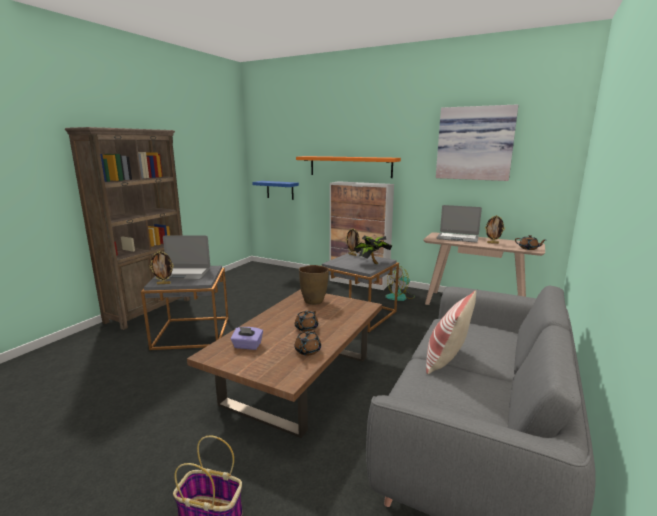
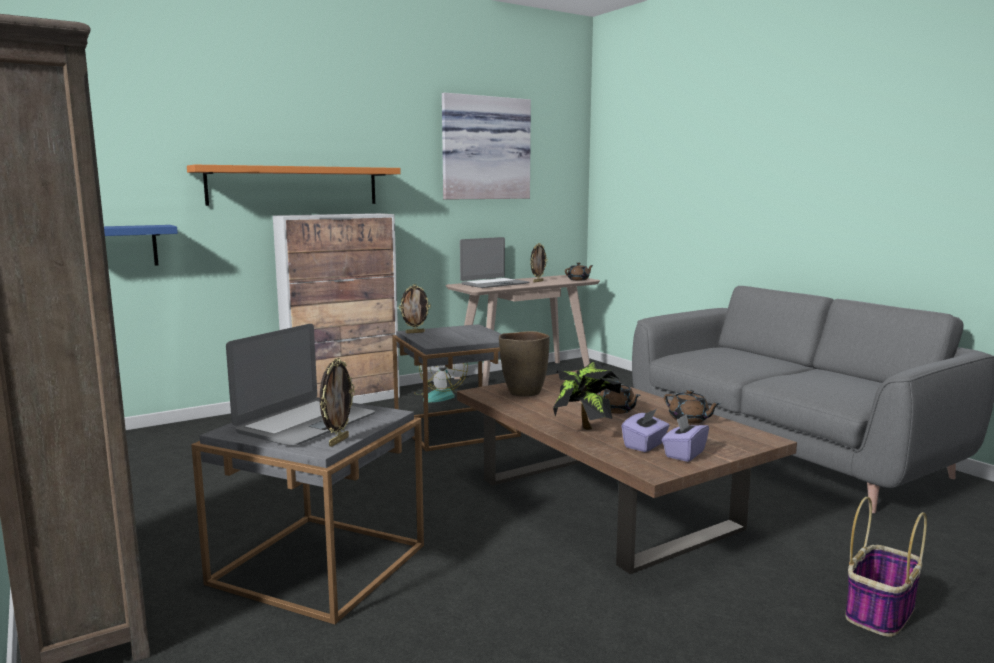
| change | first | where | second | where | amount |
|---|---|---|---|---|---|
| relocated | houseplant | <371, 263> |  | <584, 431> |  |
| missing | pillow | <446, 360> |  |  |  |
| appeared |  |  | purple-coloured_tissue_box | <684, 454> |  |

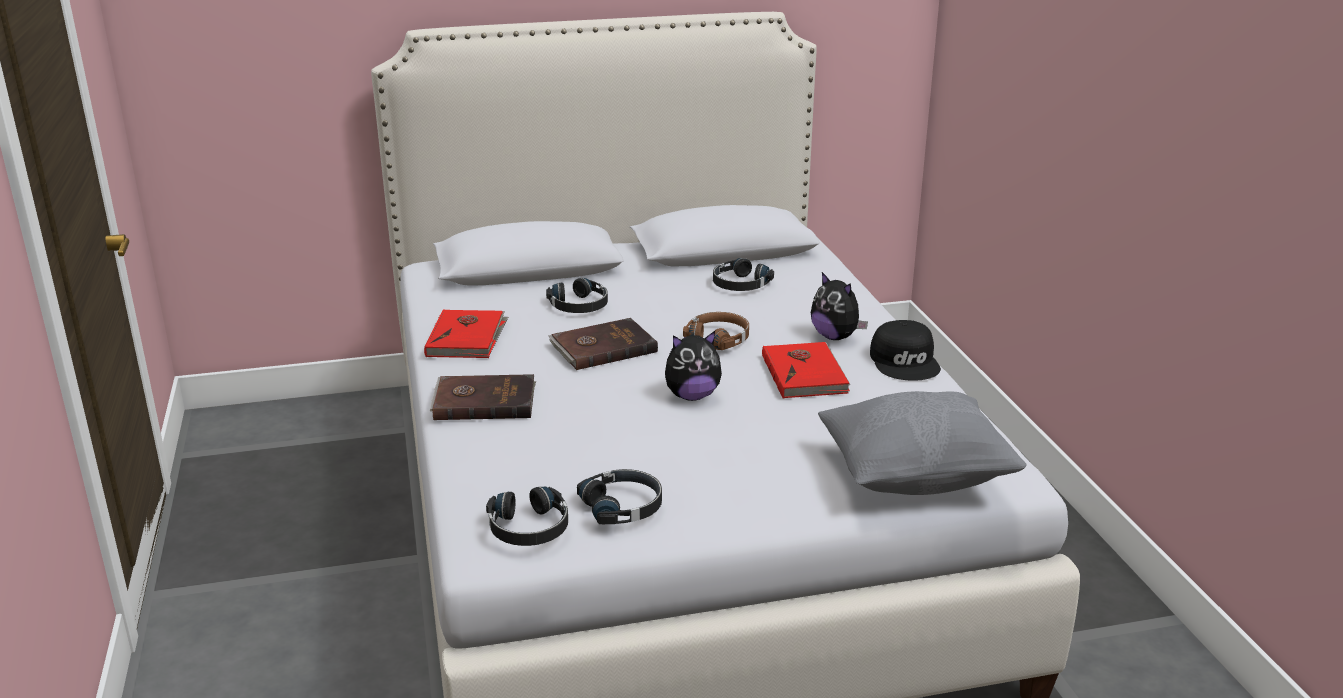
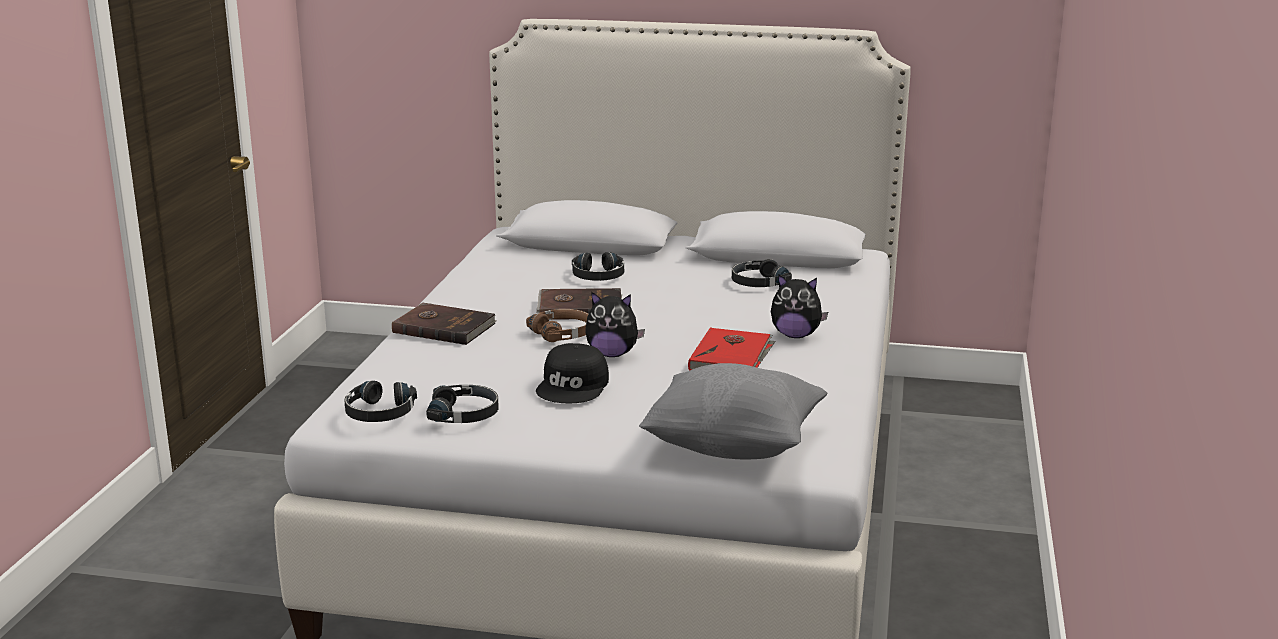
| change | first | where | second | where | amount |
|---|---|---|---|---|---|
| spun | cuddly_toy | <835, 337> |  | <796, 335> | 60 degrees counterclockwise |
| missing | red-coloured_book | <467, 338> |  |  |  |
| relocated | brown_pair_of_headphones | <719, 338> |  | <563, 333> |  |
| relocated | black-coloured_cap | <905, 361> |  | <574, 386> |  |

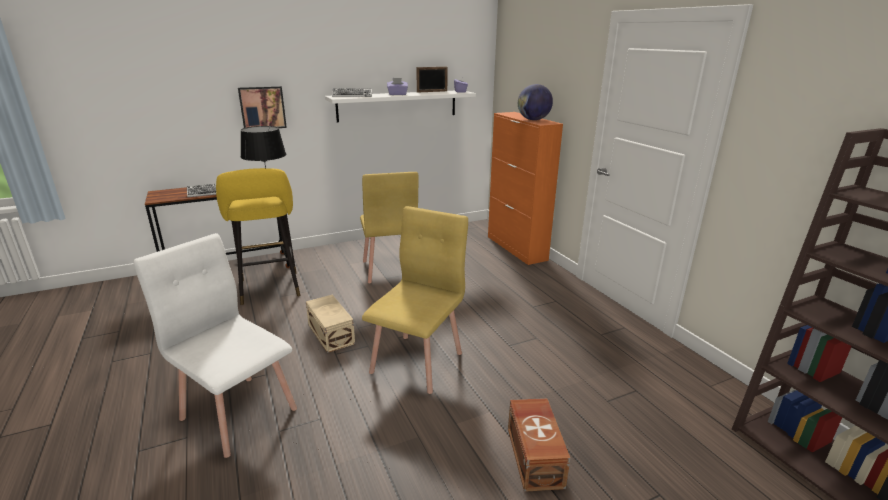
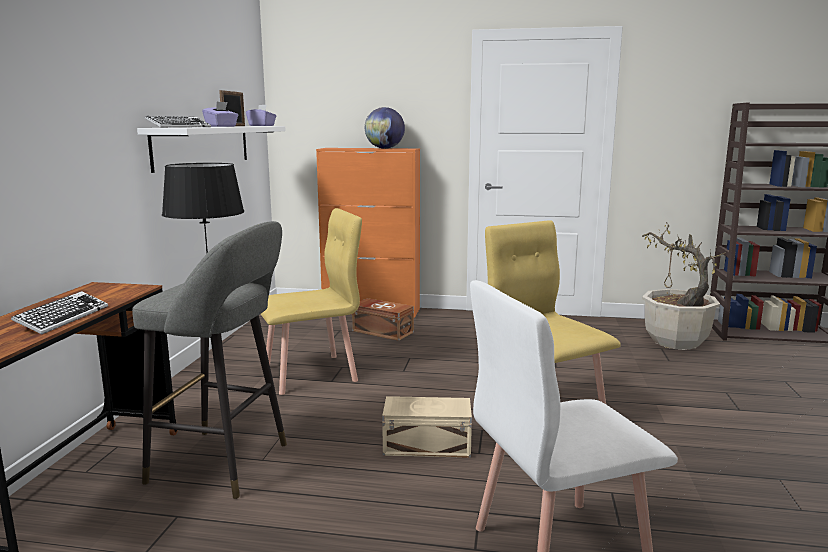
| change | first | where | second | where | amount |
|---|---|---|---|---|---|
| missing | wall_picture | <262, 107> |  |  |  |
| colour | yellow_stool_seat | <270, 290> | gray_stool_seat | <226, 464> |  |
| spun | yellow_upright_chair | <389, 269> |  | <311, 374> | 45 degrees counterclockwise |
| relocated | brown_storage_box | <535, 455> |  | <382, 331> |  |
| appeared |  |  | houseplant | <675, 342> |  |

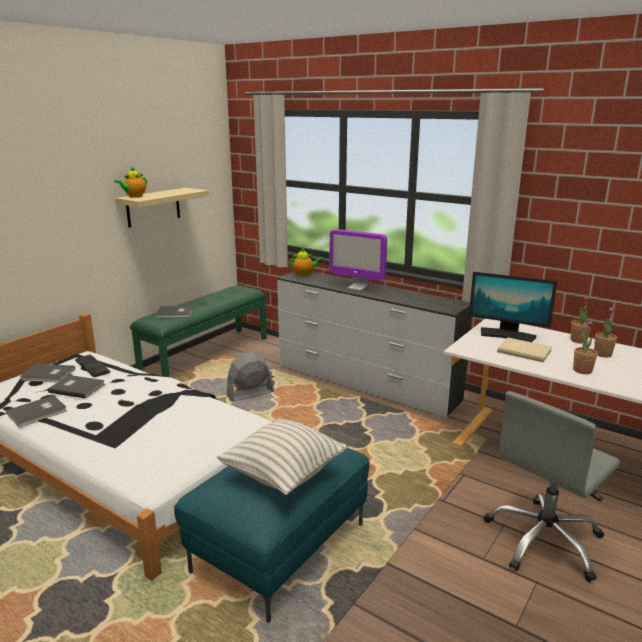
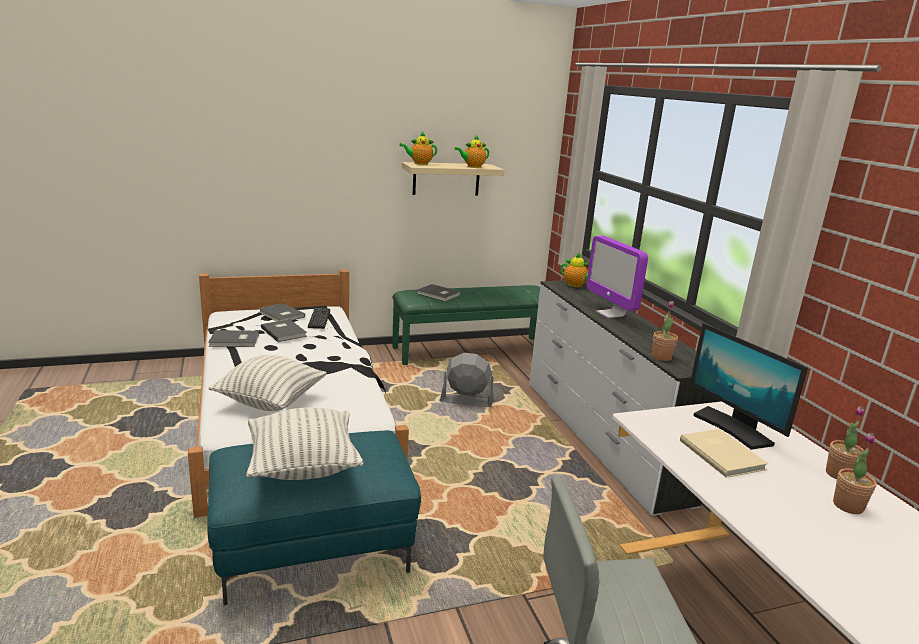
| change | first | where | second | where | amount |
|---|---|---|---|---|---|
| relocated | houseplant | <582, 370> |  | <661, 357> |  |
| appeared |  |  | pot_for_tea | <472, 166> |  |
| appeared |  |  | pillow | <270, 401> |  |

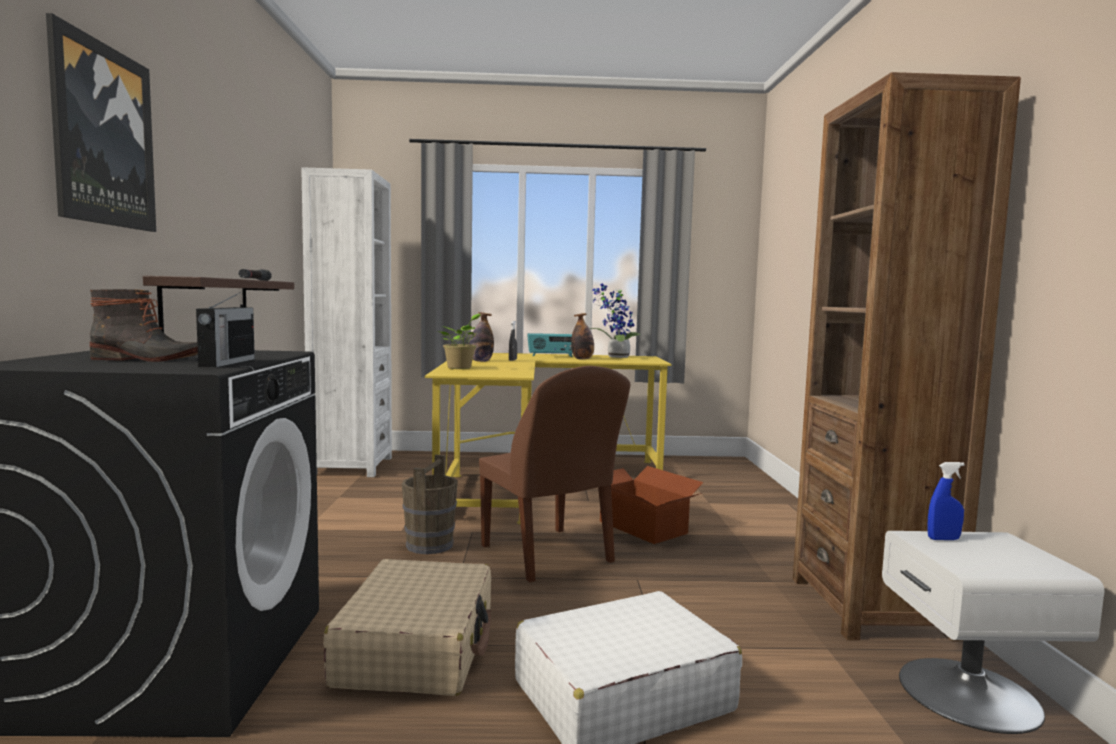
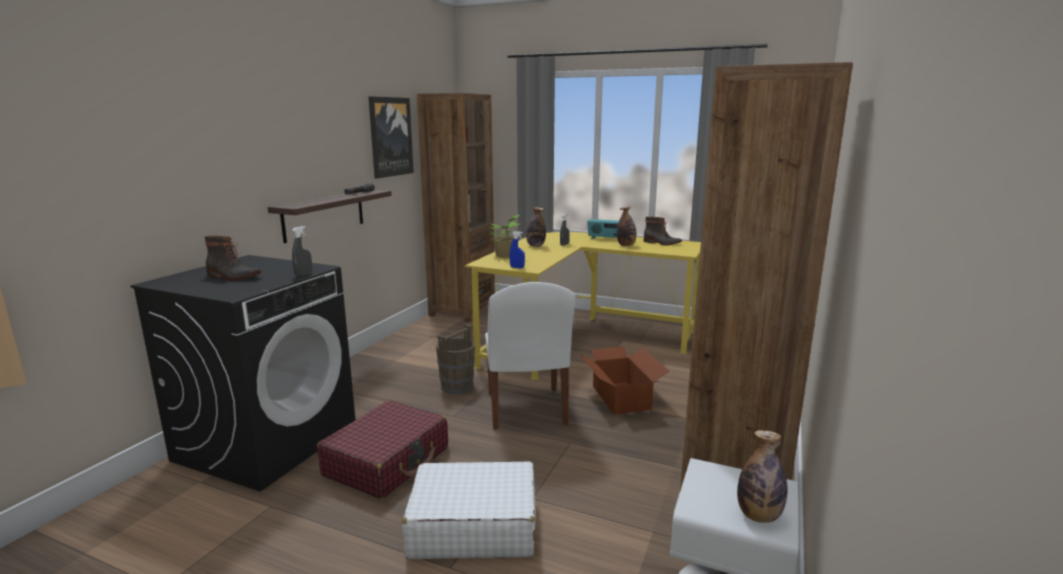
| change | first | where | second | where | amount |
|---|---|---|---|---|---|
| relocated | wall_picture | <102, 135> |  | <390, 137> |  |
| colour | whitish_bookcase | <351, 466> | brown_bookcase | <462, 310> |  |
| exchanged | houseplant | <615, 357> | tall_boot | <661, 243> |  |
| missing | radio_receiver | <226, 363> |  |  |  |
| colour | brown_upright_chair | <548, 556> | whitish_upright_chair | <526, 410> |  |
| relocated | bluish_sprayer | <943, 539> |  | <517, 267> |  |
| colour | beige-coloured_piece_of_luggage | <417, 647> | red-coloured_piece_of_luggage | <387, 461> |  |
| appeared |  |  | gray_sprayer | <303, 274> |  |
| appeared |  |  | beverage_bottle | <758, 516> |  |

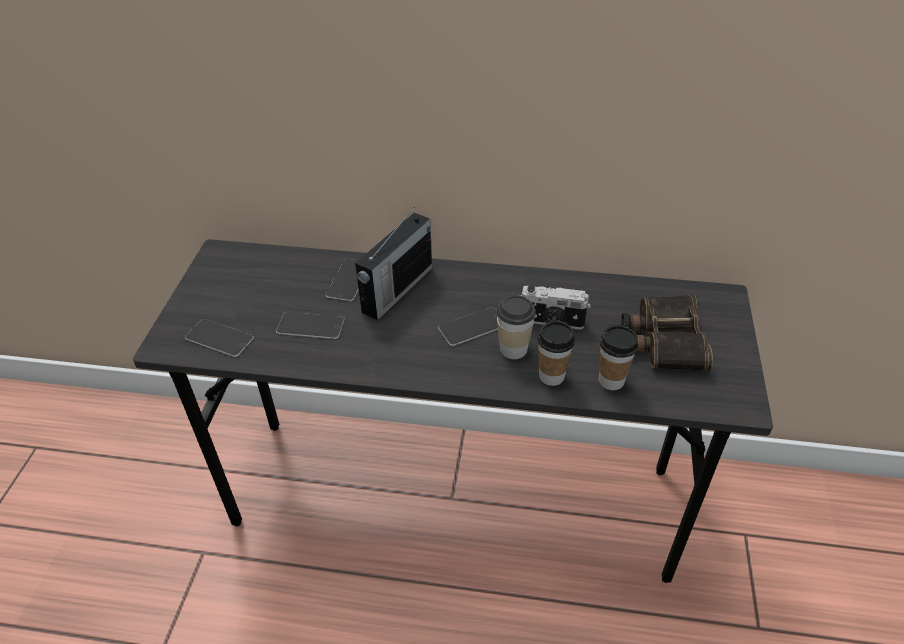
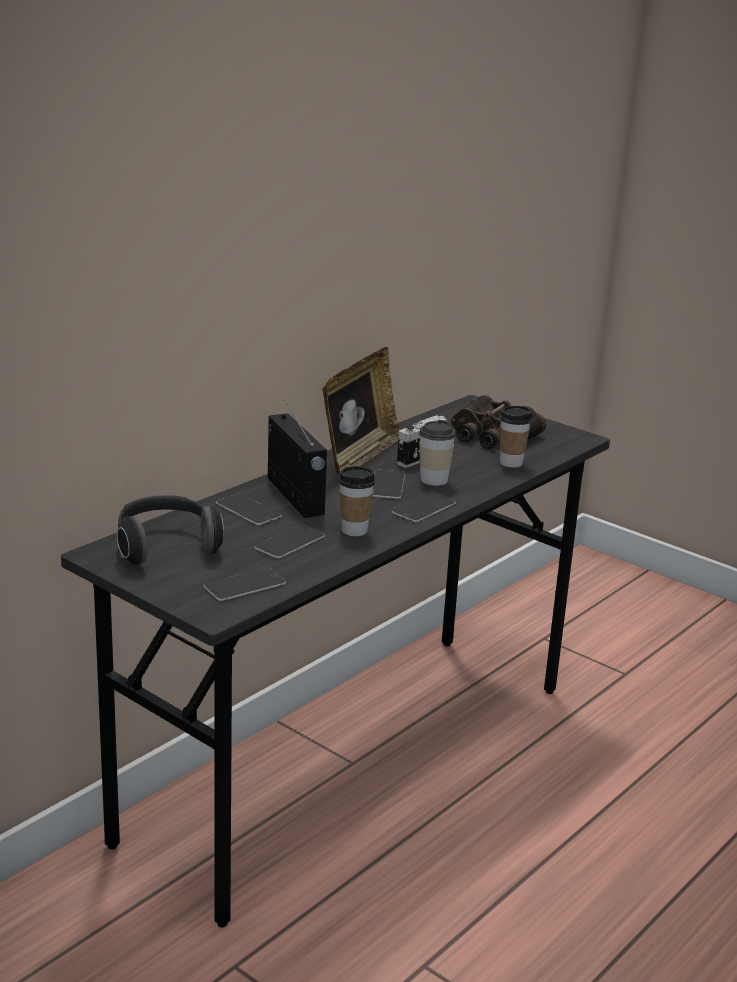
| change | first | where | second | where | amount |
|---|---|---|---|---|---|
| relocated | cup | <551, 376> |  | <354, 530> |  |
| appeared |  |  | photo_frame | <359, 457> |  |
| appeared |  |  | handset | <424, 508> |  |
| appeared |  |  | pair_of_headphones | <165, 545> |  |

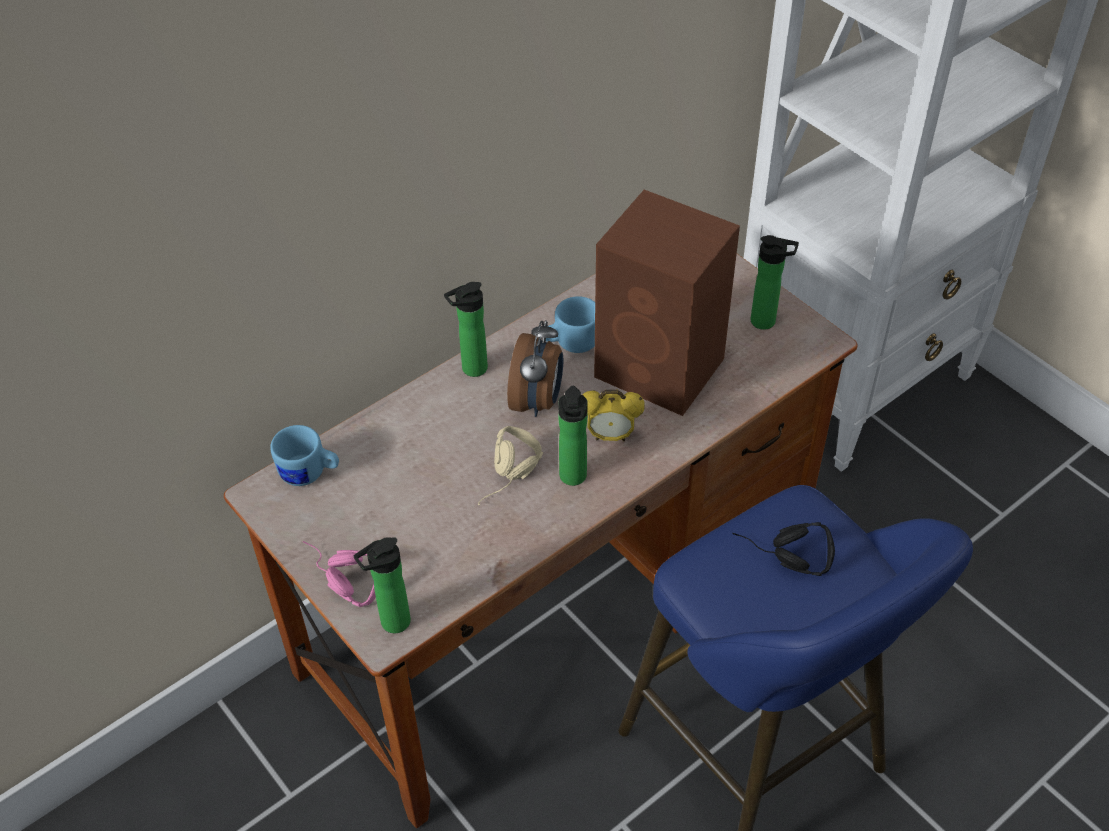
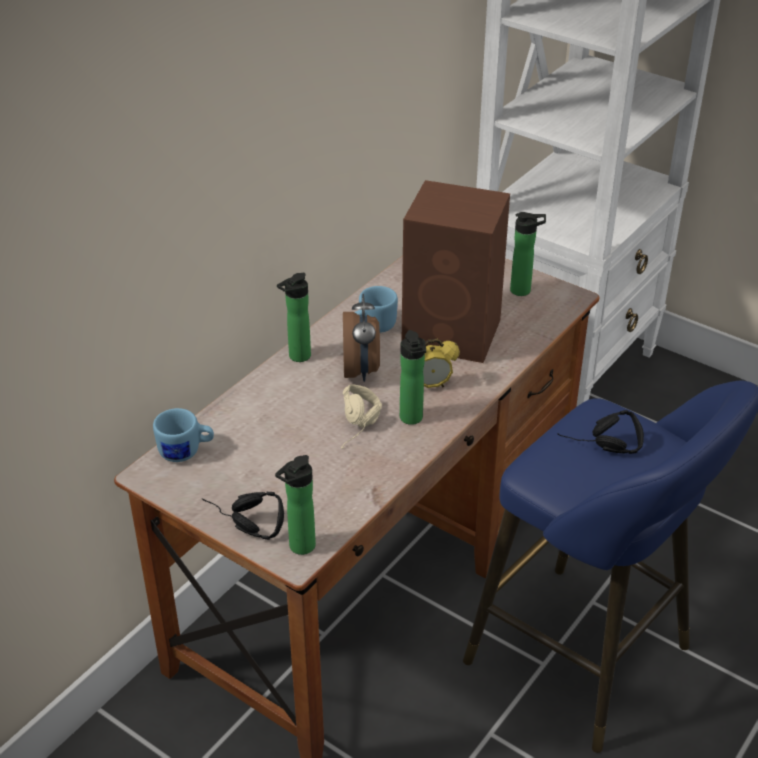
| change | first | where | second | where | amount |
|---|---|---|---|---|---|
| colour | pinkish_pair_of_headphones | <338, 580> | black-coloured_pair_of_headphones | <241, 525> |  |

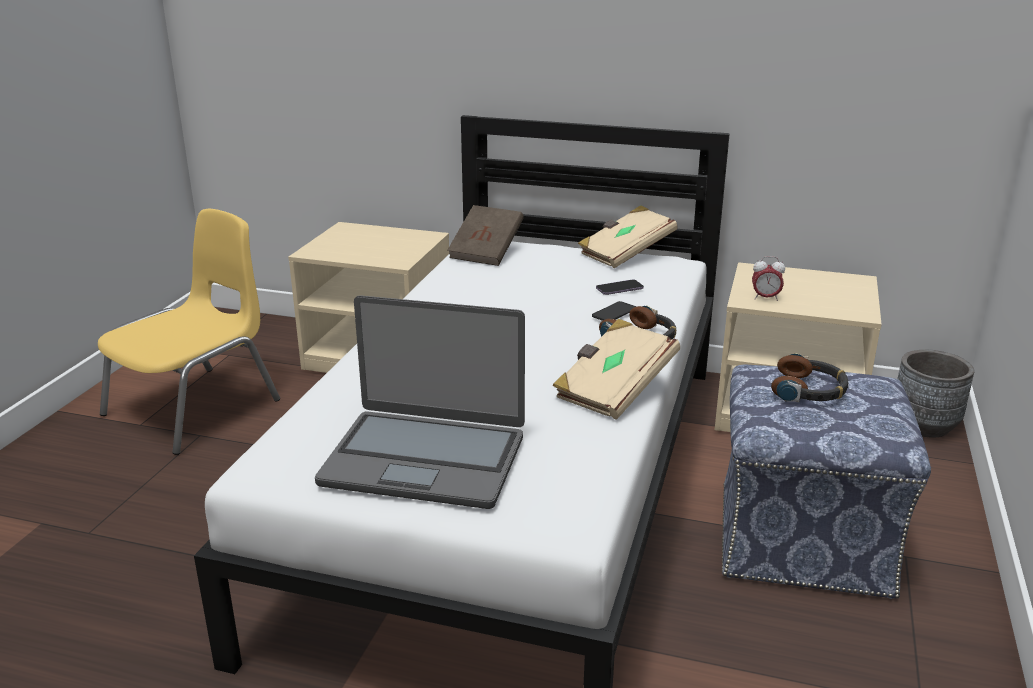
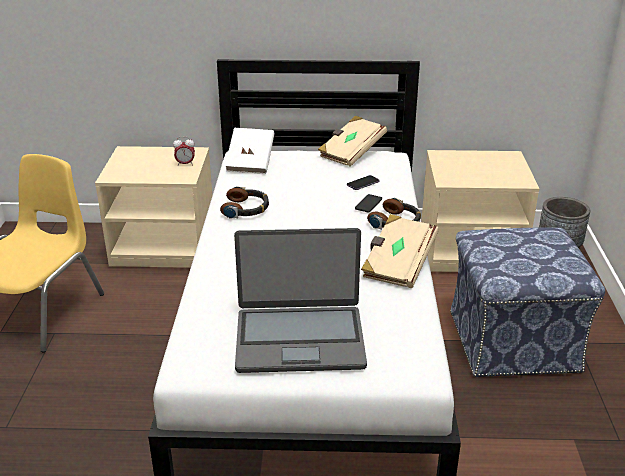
| change | first | where | second | where | amount |
|---|---|---|---|---|---|
| colour | brown_book | <486, 252> | whitish_book | <250, 163> |  |
| relocated | bedside_clock | <765, 298> |  | <185, 164> |  |
| relocated | pair_of_headphones | <809, 390> |  | <246, 209> |  |

